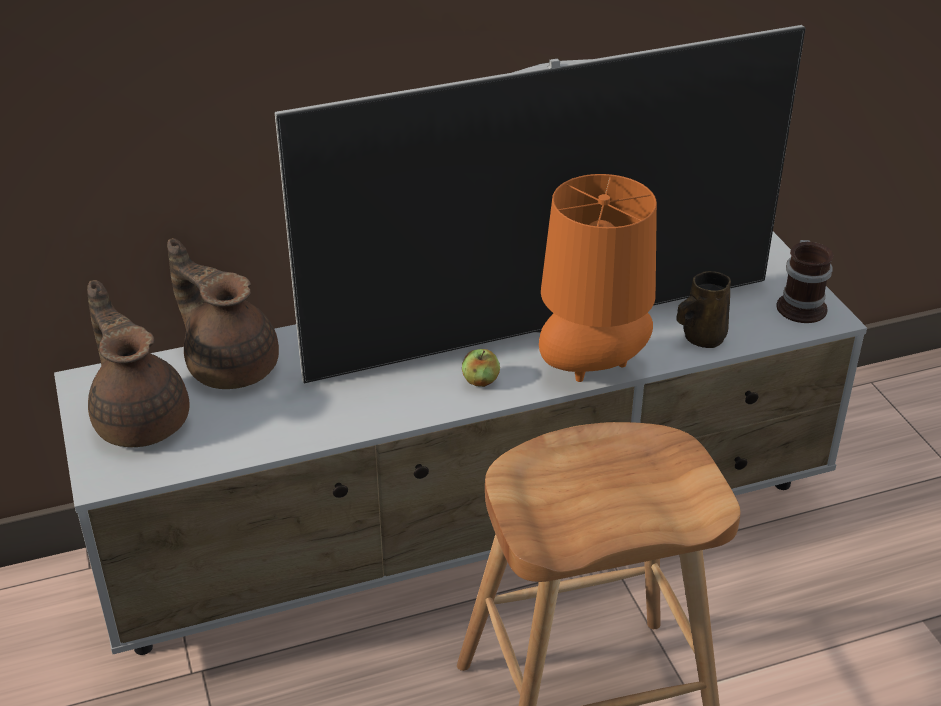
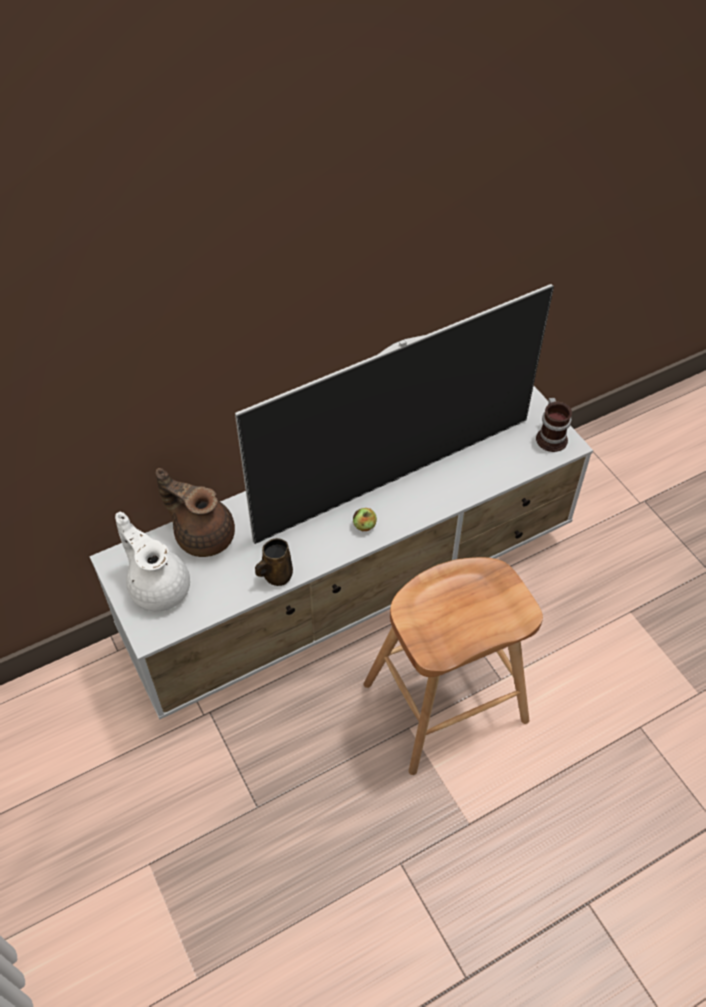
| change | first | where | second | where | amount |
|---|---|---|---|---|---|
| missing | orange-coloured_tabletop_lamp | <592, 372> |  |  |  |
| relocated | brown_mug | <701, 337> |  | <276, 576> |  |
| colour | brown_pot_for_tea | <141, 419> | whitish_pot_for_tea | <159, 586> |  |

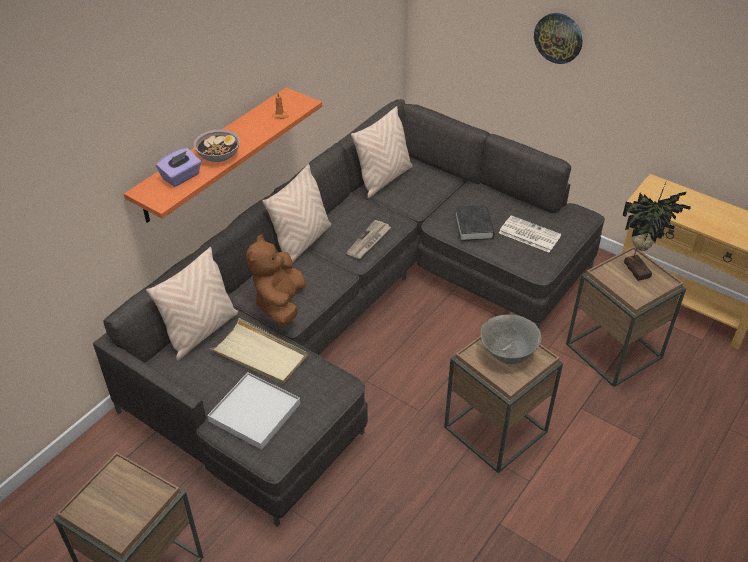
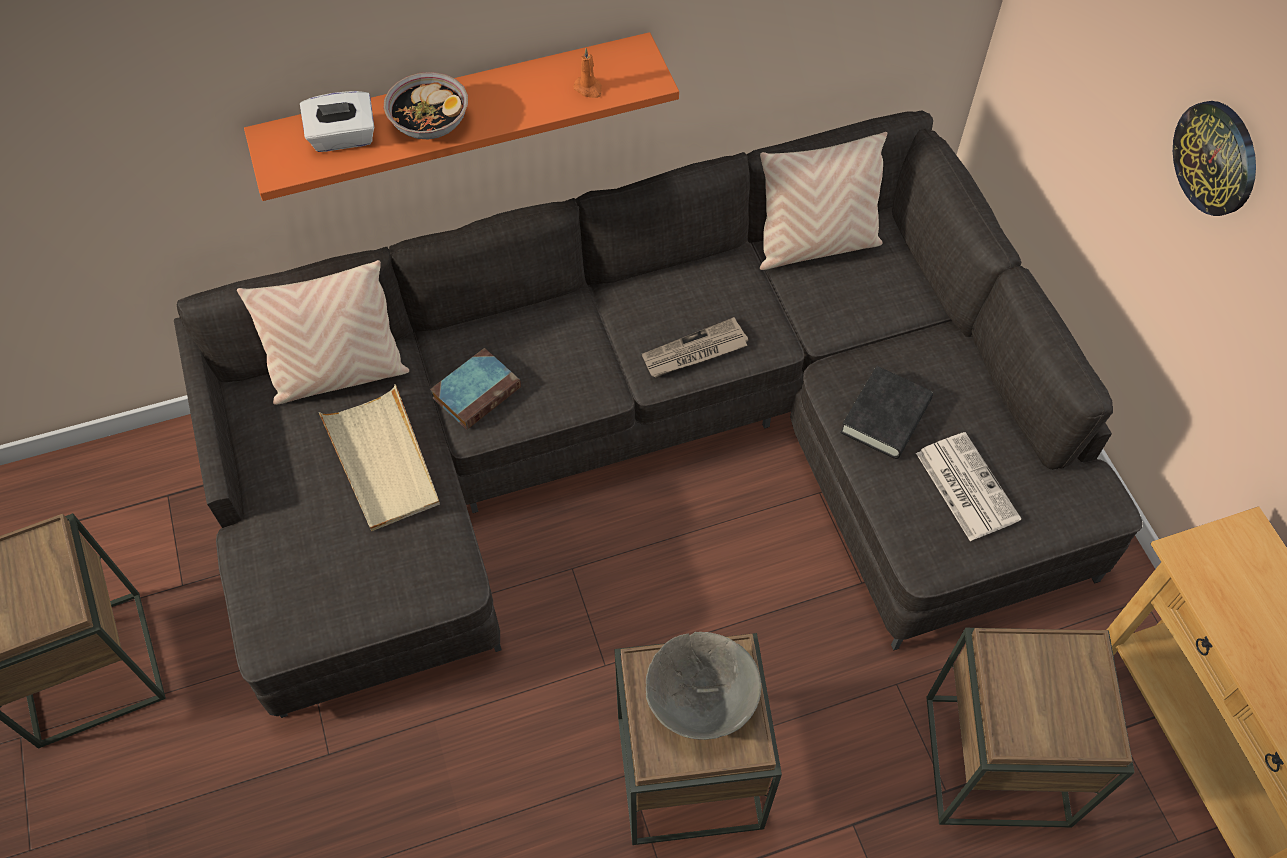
| change | first | where | second | where | amount |
|---|---|---|---|---|---|
| colour | purple-coloured_tissue_box | <181, 177> | whitish_tissue_box | <343, 138> |  |
| missing | beige-coloured_pillow | <302, 242> |  |  |  |
| missing | houseplant | <638, 269> |  |  |  |
| exchanged | brown_cuddly_toy | <280, 304> | book | <477, 391> |  |
| missing | whitish_tray | <254, 413> |  |  |  |

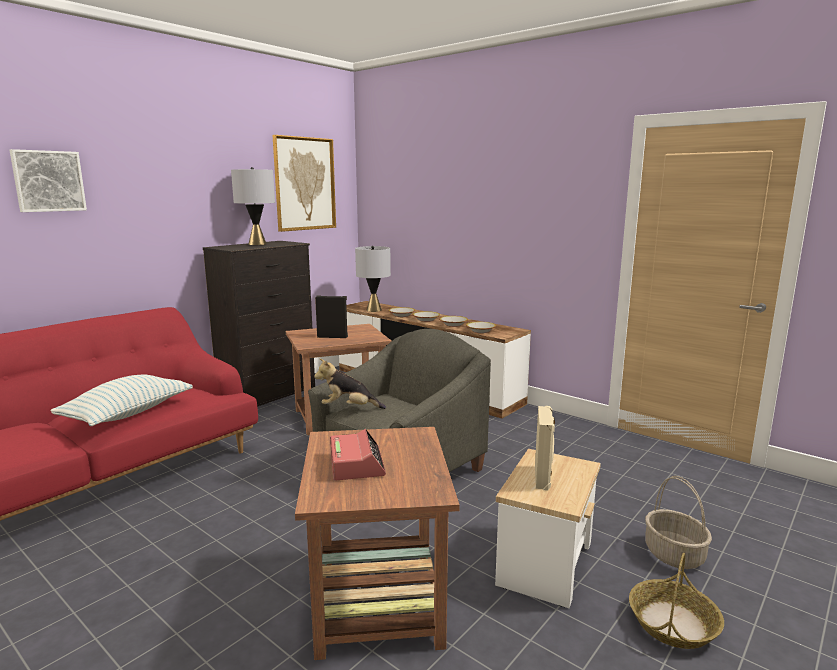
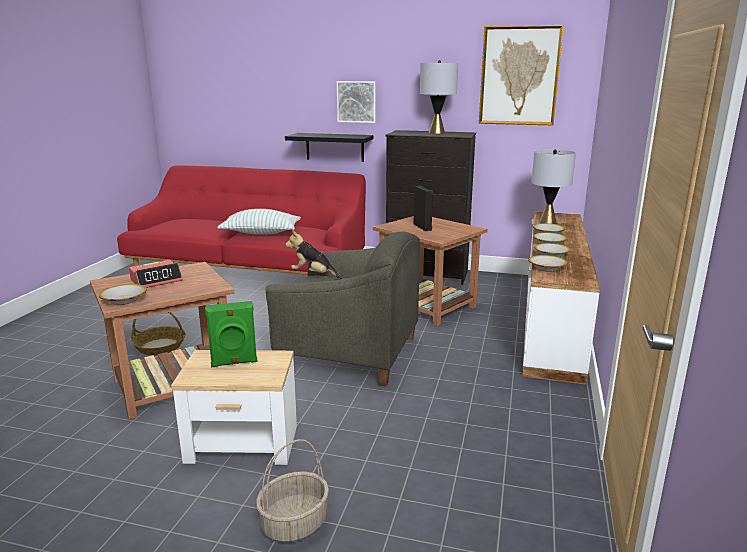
| change | first | where | second | where | amount |
|---|---|---|---|---|---|
| relocated | wall_picture | <48, 181> |  | <357, 101> |  |
| spun | cuddly_toy | <349, 408> |  | <313, 275> | 45 degrees counterclockwise |
| colour | beige-coloured_loudspeaker | <543, 477> | green-coloured_loudspeaker | <234, 363> |  |
| relocated | storage_basket | <673, 624> |  | <159, 346> |  |
| appeared |  |  | black-coloured_wall_shelf | <335, 147> |  |
| appeared |  |  | bowl | <124, 300> |  |

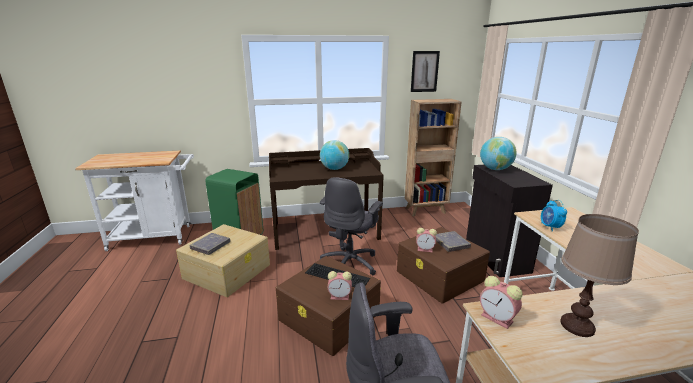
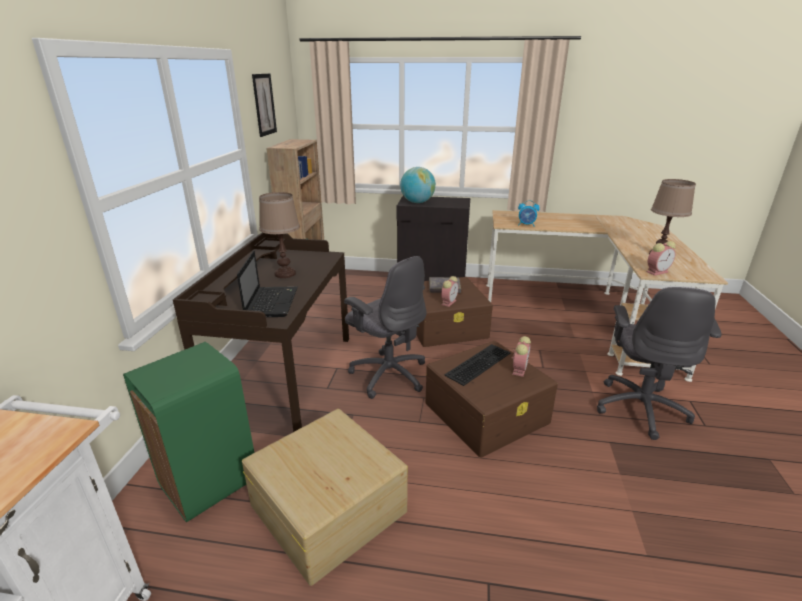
| change | first | where | second | where | amount |
|---|---|---|---|---|---|
| exchanged | world_globe | <334, 169> | brown_tabletop_lamp | <285, 274> |  |
| missing | gray_book | <210, 246> |  |  |  |
| appeared |  |  | laptop | <271, 302> |  |

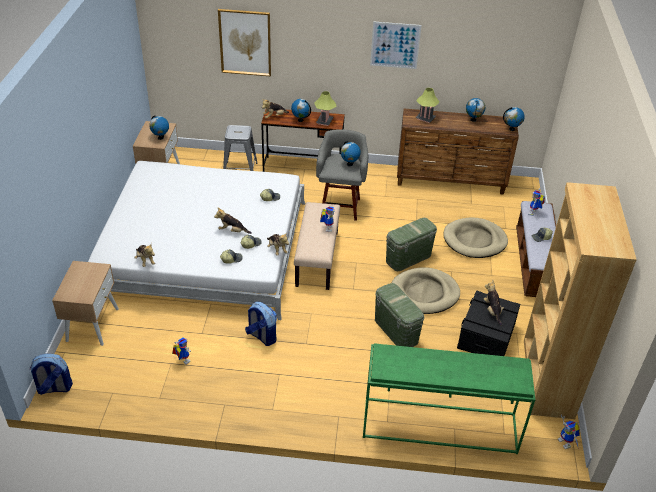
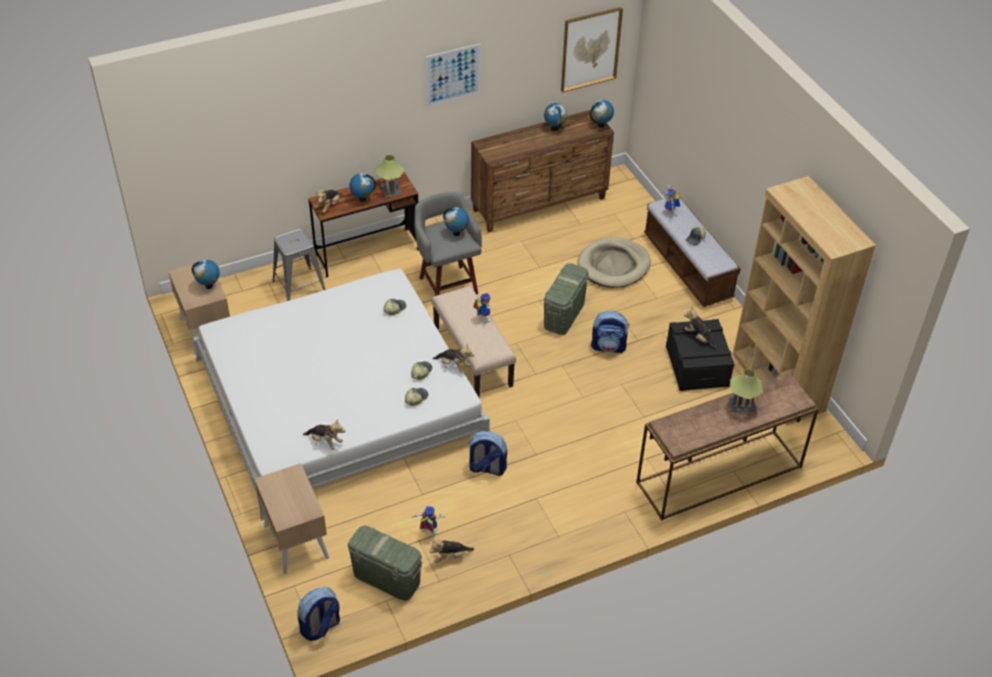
| change | first | where | second | where | amount |
|---|---|---|---|---|---|
| relocated | wall_picture | <245, 42> |  | <590, 49> |  |
| relocated | tabletop_lamp | <425, 118> |  | <741, 406> |  |
| relocated | cuddly_toy | <232, 231> |  | <450, 556> |  |
| exchanged | beige-coloured_pet_bed | <425, 293> | backpack | <608, 346> |  |
| relocated | green-coloured_storage_box | <396, 330> |  | <386, 578> |  |
| colour | green-coloured_hall_table | <438, 426> | brown_hall_table | <719, 476> |  |
| missing | model_robot | <566, 443> |  |  |  |

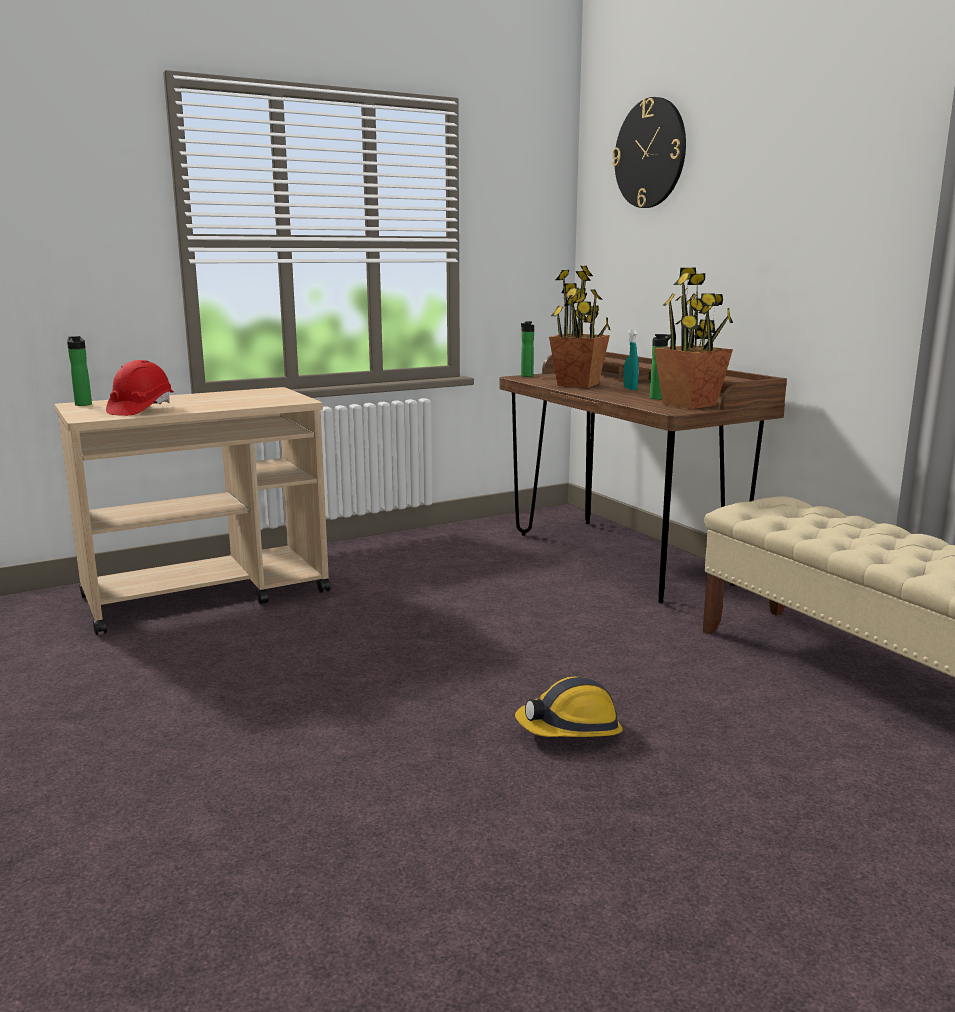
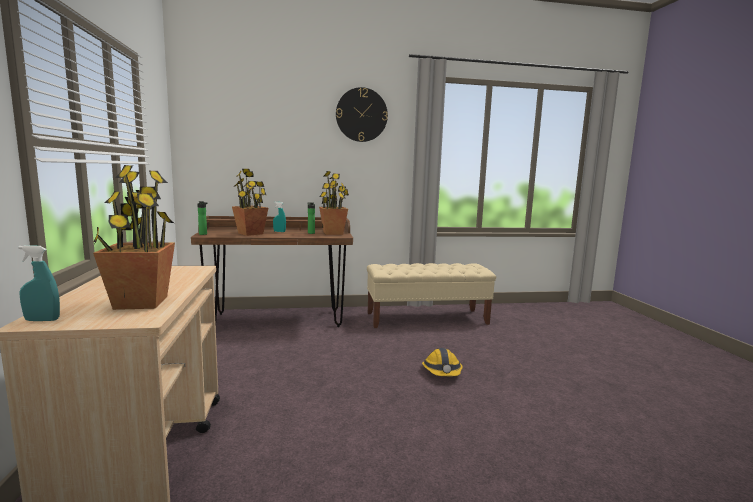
| change | first | where | second | where | amount |
|---|---|---|---|---|---|
| relocated | wall_clock | <650, 153> |  | <361, 115> |  |
| exchanged | beverage_bottle | <83, 404> | blue-green_sprayer | <42, 320> |  |
| exchanged | red-coloured_work_helmet | <141, 410> | houseplant | <140, 303> |  |

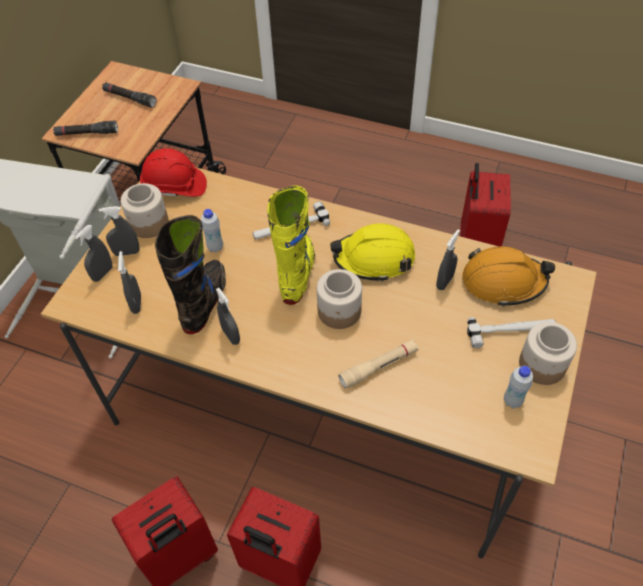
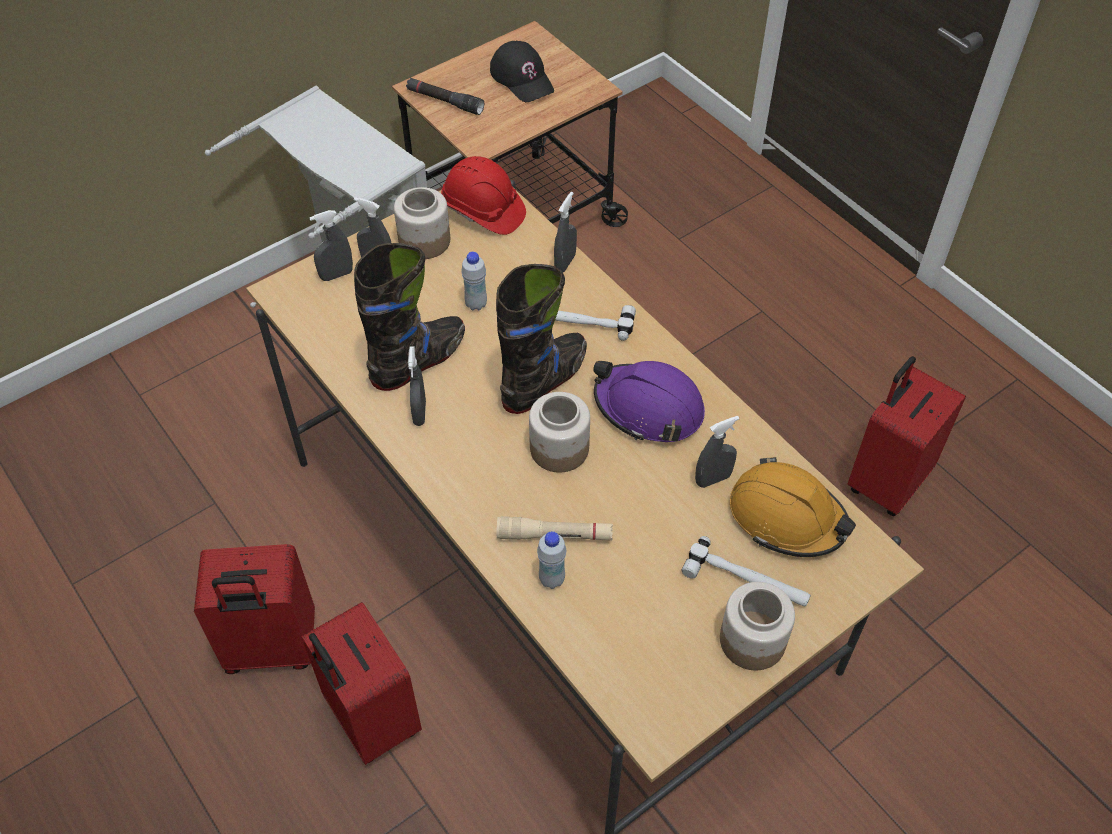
| change | first | where | second | where | amount |
|---|---|---|---|---|---|
| exchanged | black-coloured_hand_torch | <129, 98> | black-coloured_cap | <522, 78> |  |
| colour | yellow_tall_boot | <297, 274> | black-coloured_tall_boot | <544, 381> |  |
| colour | yellow_work_helmet | <374, 259> | purple-coloured_work_helmet | <648, 408> |  |
| relocated | gray_sprayer | <136, 304> |  | <565, 263> |  |
| relocated | whitish_beverage_bottle | <512, 401> |  | <551, 579> |  |

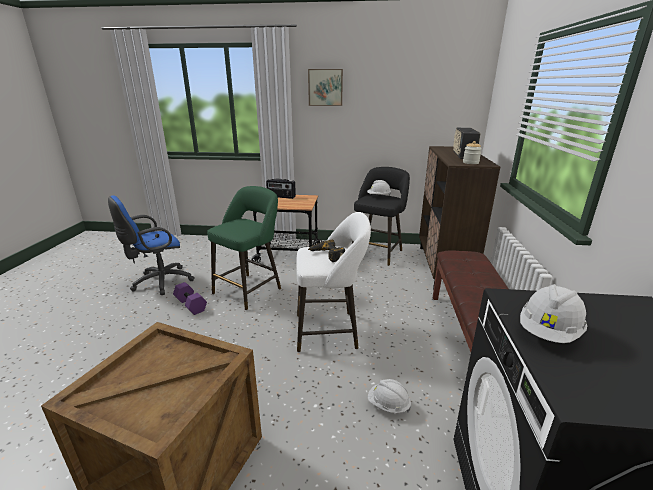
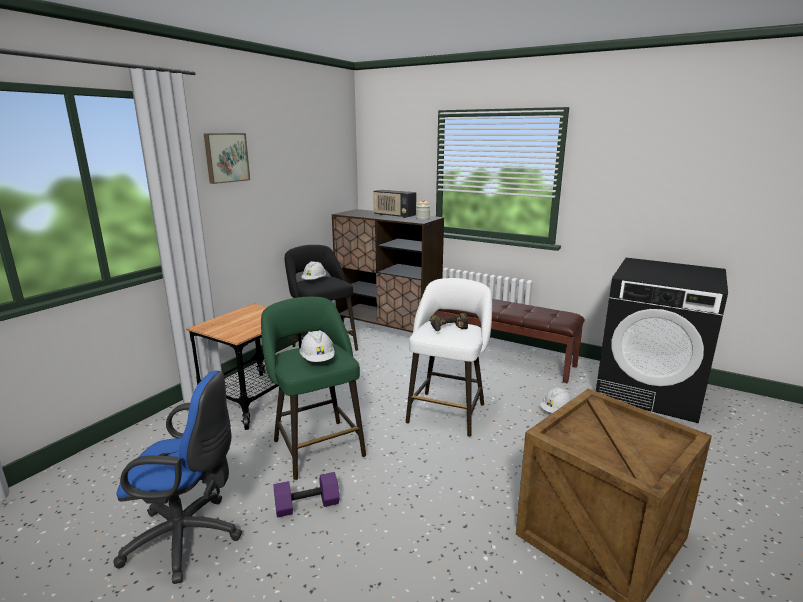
| change | first | where | second | where | amount |
|---|---|---|---|---|---|
| missing | radio_receiver | <281, 197> |  |  |  |
| spun | bluish_desk_chair | <159, 282> |  | <189, 538> | 75 degrees counterclockwise |
| relocated | whitish_work_helmet | <549, 332> |  | <317, 359> |  |

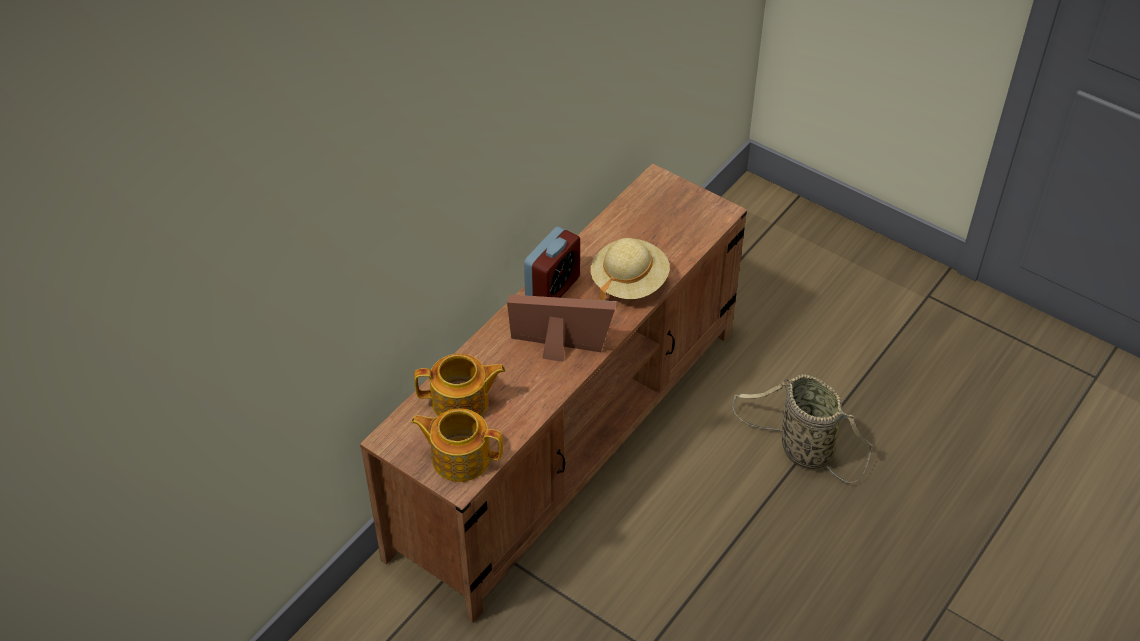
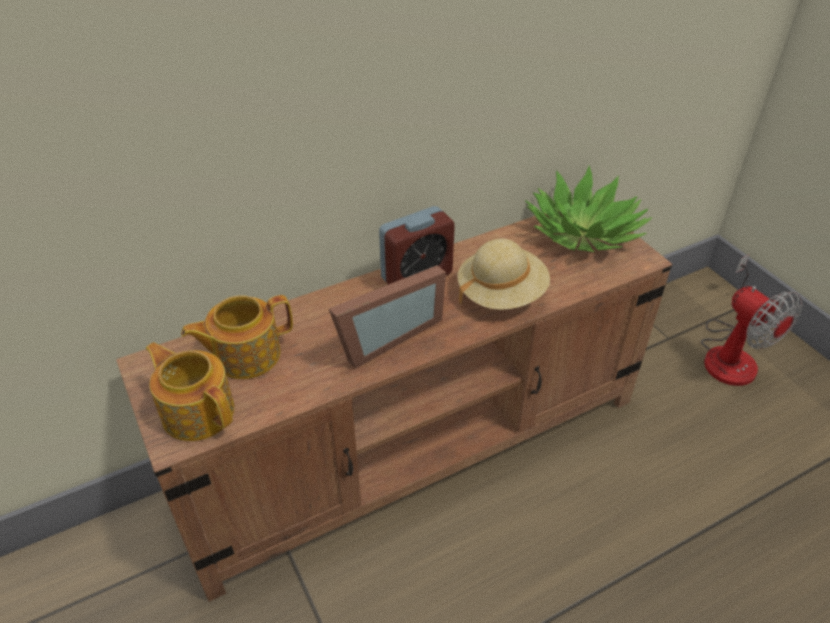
| change | first | where | second | where | amount |
|---|---|---|---|---|---|
| spun | photo_frame | <559, 349> |  | <384, 336> | 105 degrees clockwise |
| spun | pot_for_tea | <461, 402> |  | <245, 354> | 135 degrees clockwise |
| missing | storage_basket | <802, 449> |  |  |  |
| appeared |  |  | houseplant | <583, 232> |  |
| appeared |  |  | cooling_fan | <731, 353> |  |

